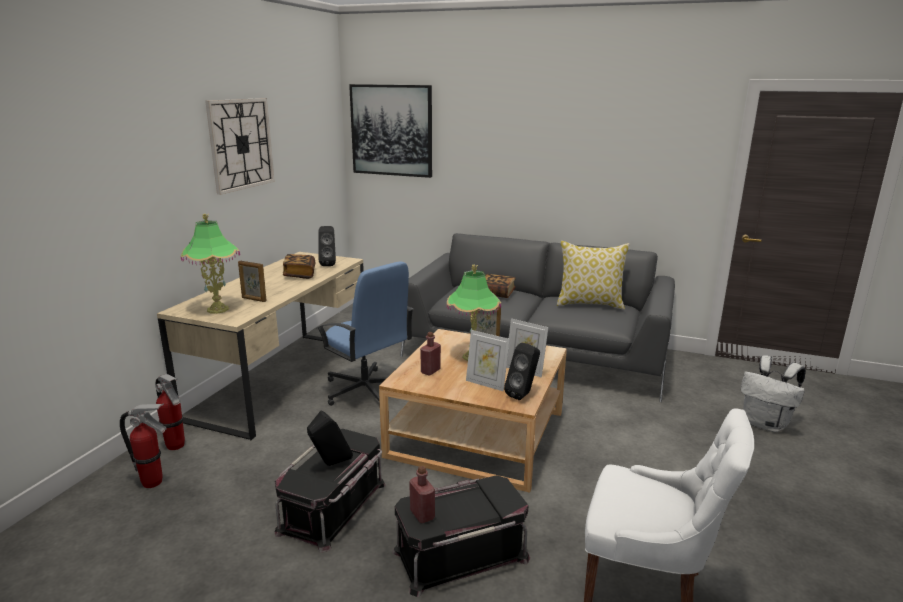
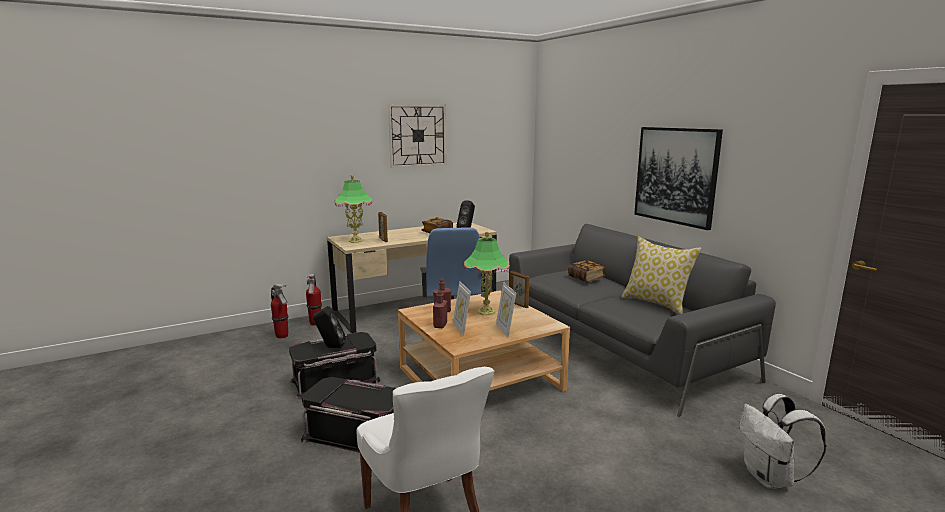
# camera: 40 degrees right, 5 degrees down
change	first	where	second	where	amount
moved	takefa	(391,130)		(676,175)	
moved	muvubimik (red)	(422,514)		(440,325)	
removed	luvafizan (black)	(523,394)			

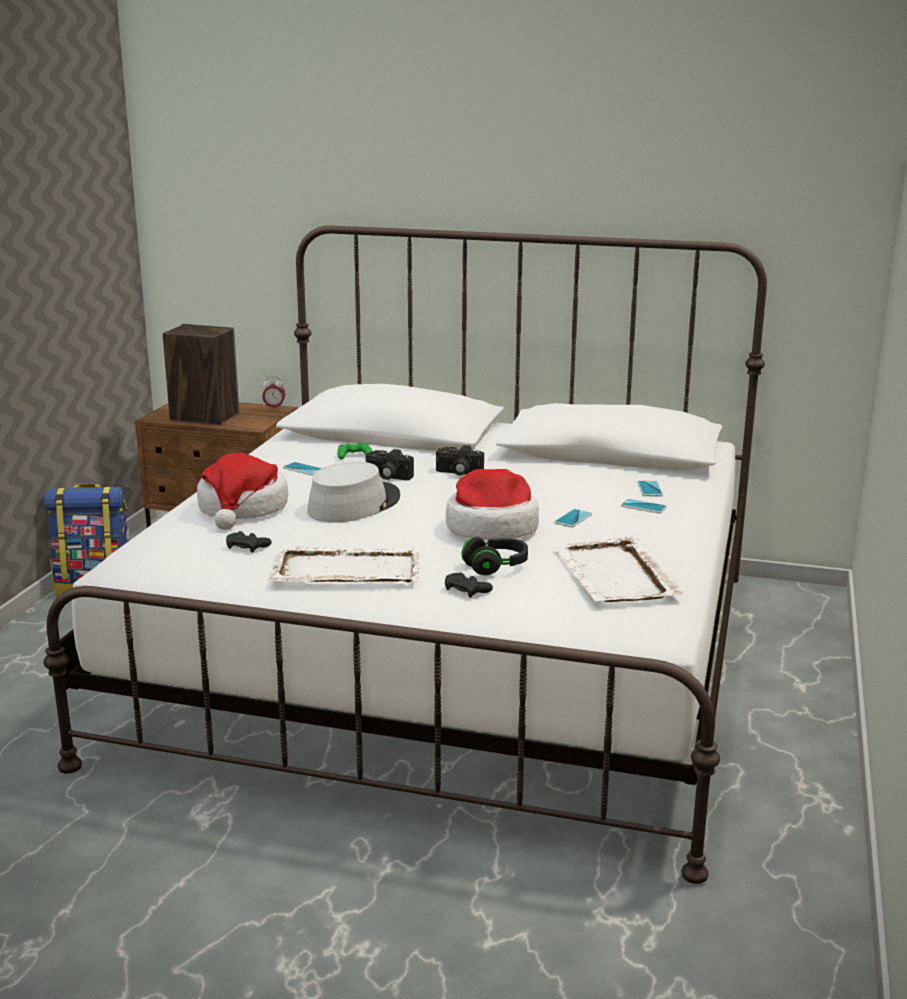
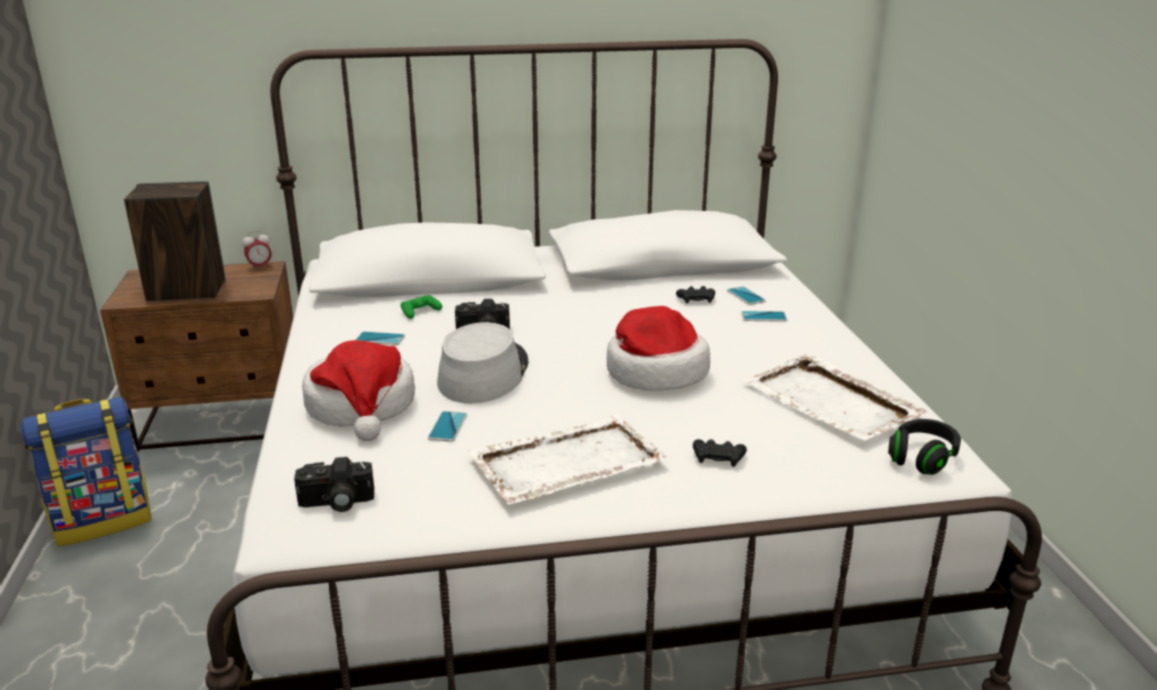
# camera: 25 degrees left, 5 degrees up
change	first	where	second	where	amount
moved	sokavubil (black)	(247,547)		(696,299)	
moved	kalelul	(458,473)		(336,503)	
moved	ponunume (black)	(496,567)		(922,458)	
moved	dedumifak	(573,519)		(448,427)	

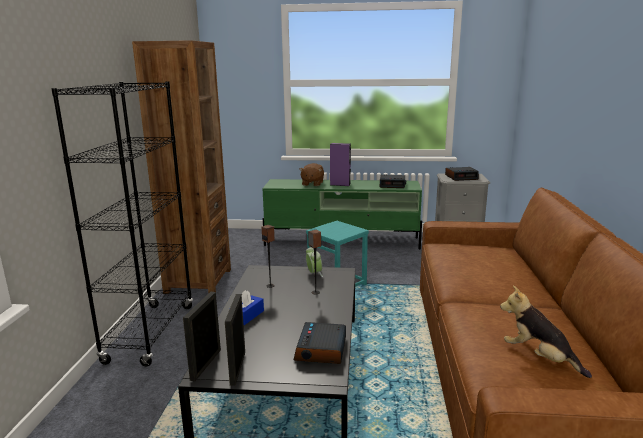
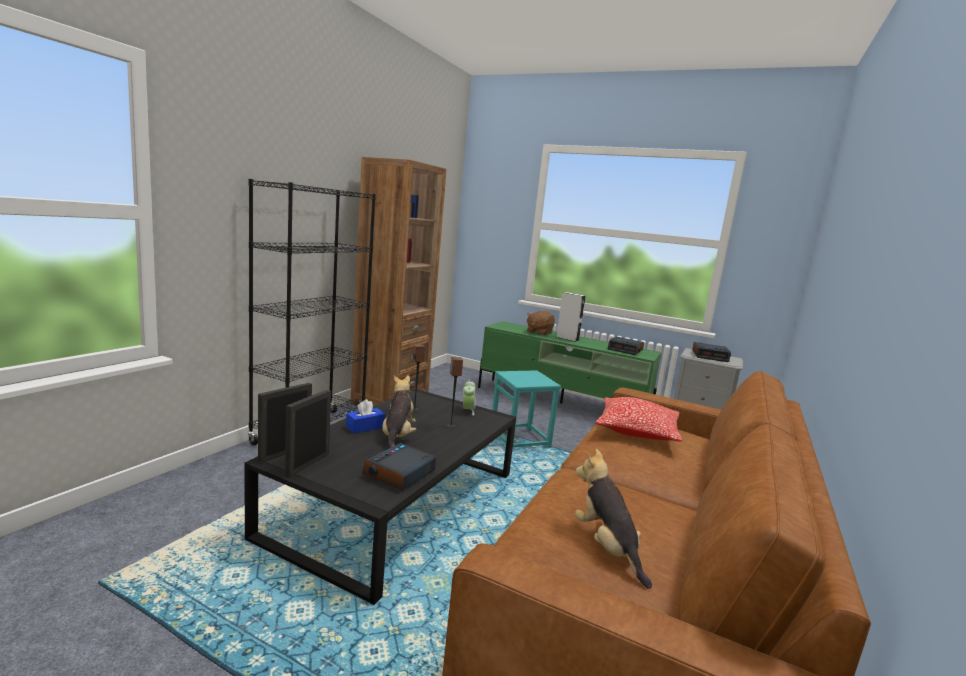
# camera: 20 degrees right, 5 degrees down
change	first	where	second	where	amount
recoloured	luvafizan (purple)	(340,184)	luvafizan (grey)	(567,338)	
added			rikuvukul	(397,436)	
added			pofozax	(637,431)	

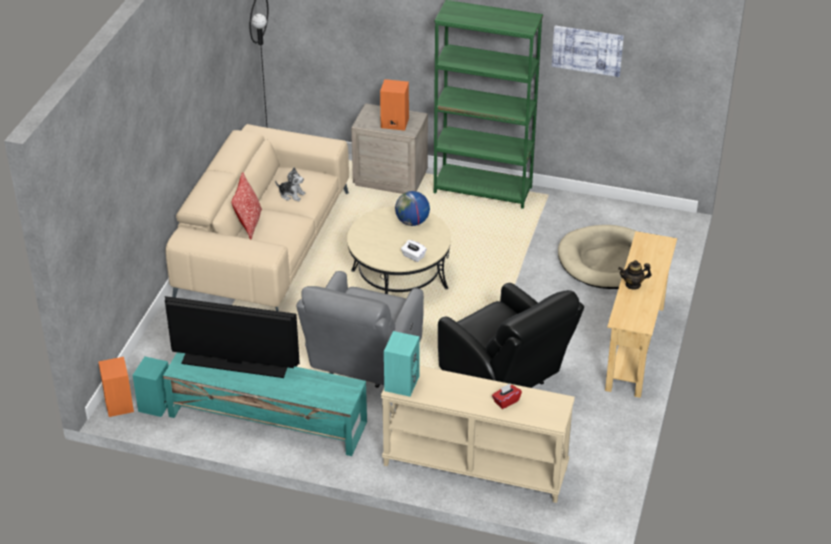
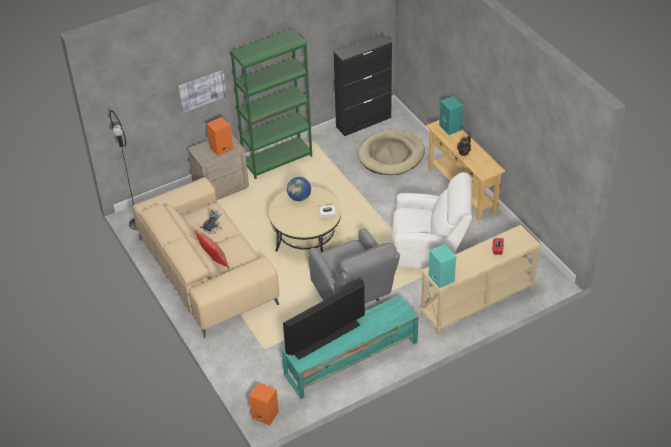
# camera: 45 degrees left, 5 degrees up
change	first	where	second	where	amount
moved	luvafizan (turquoise)	(156,405)		(451,127)	
recoloured	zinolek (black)	(505,379)	zinolek (white)	(429,249)	
moved	takefa	(587,50)		(202,90)	
added			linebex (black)	(364,122)	

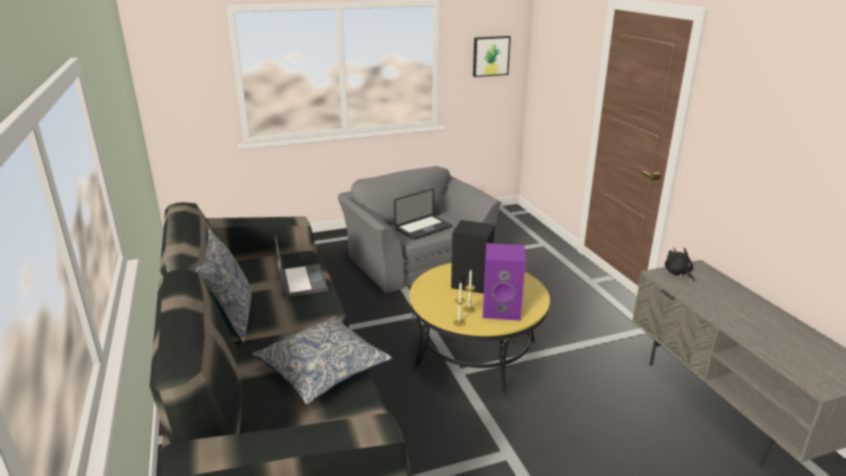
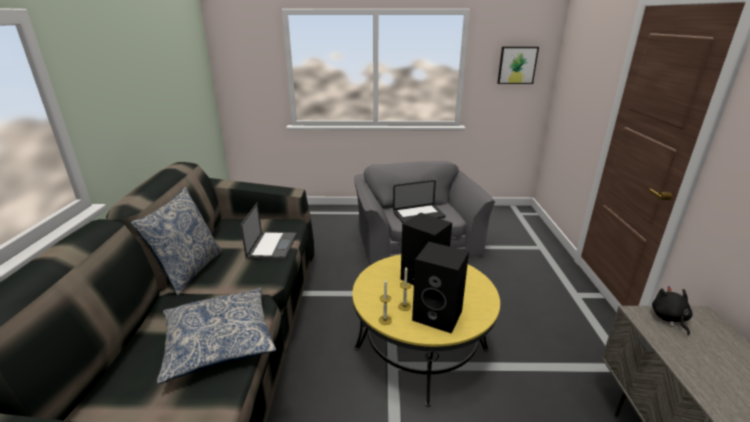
# camera: 20 degrees right, 0 degrees up
change	first	where	second	where	amount
recoloured	luvafizan (purple)	(502,309)	luvafizan (black)	(438,315)	

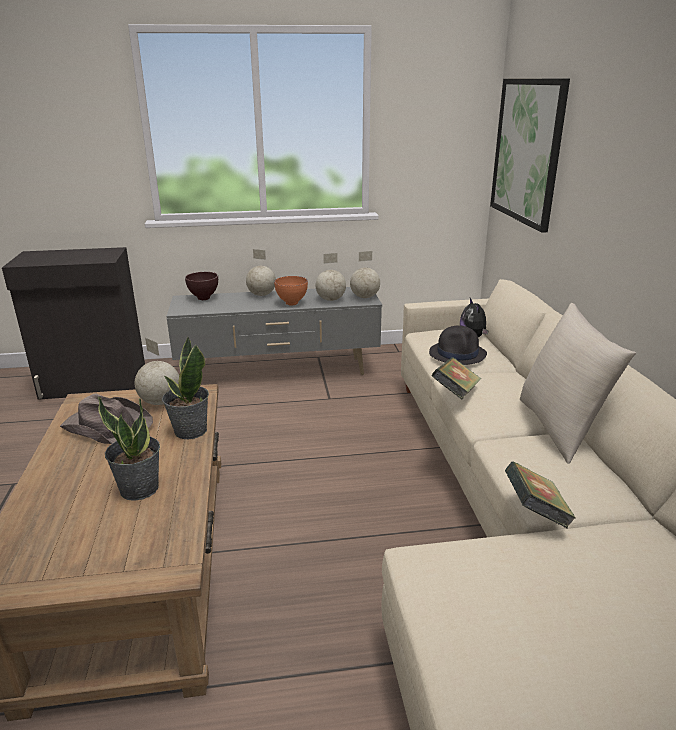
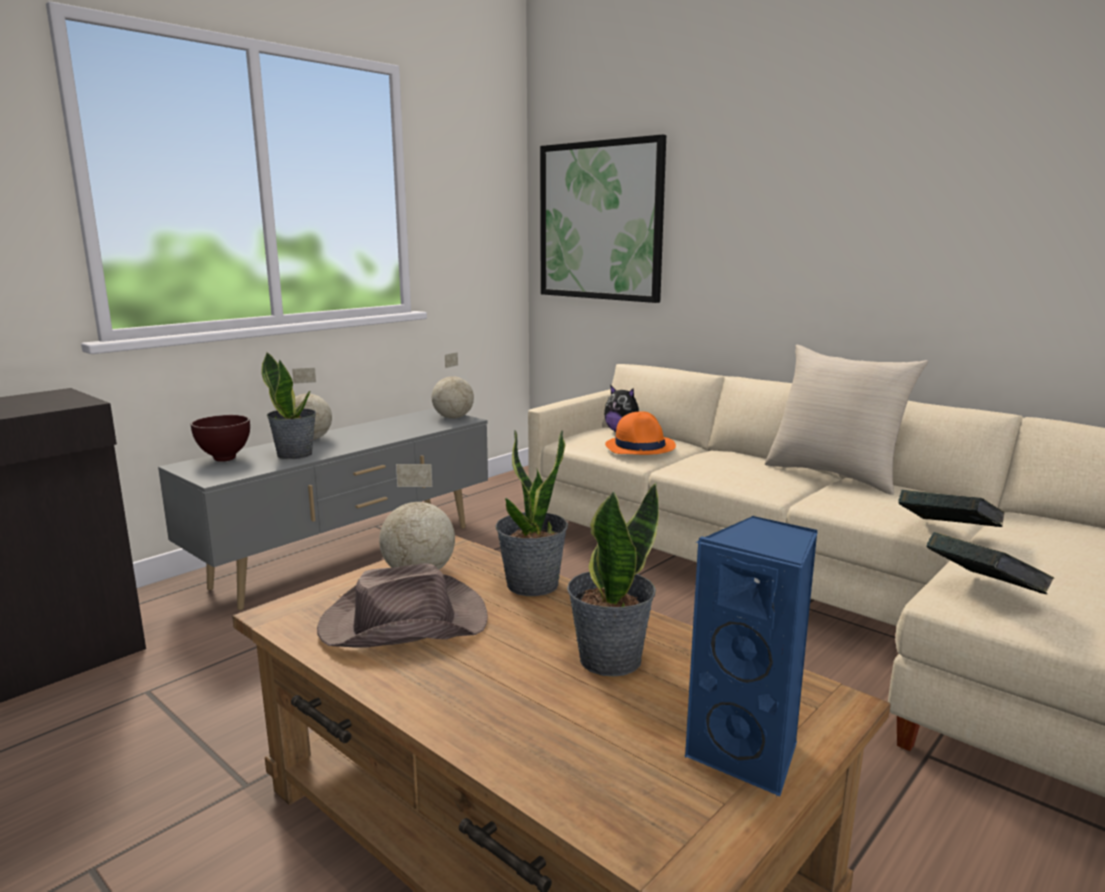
# camera: 40 degrees left, 10 degrees down
change	first	where	second	where	amount
removed	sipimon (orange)	(292,304)			
removed	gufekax	(330,299)			
recoloured	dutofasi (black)	(458,354)	dutofasi (orange)	(640,446)	
moved	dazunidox	(455,393)		(982,591)	
added			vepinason	(295,454)	
added			luvafizan (blue)	(749,754)	

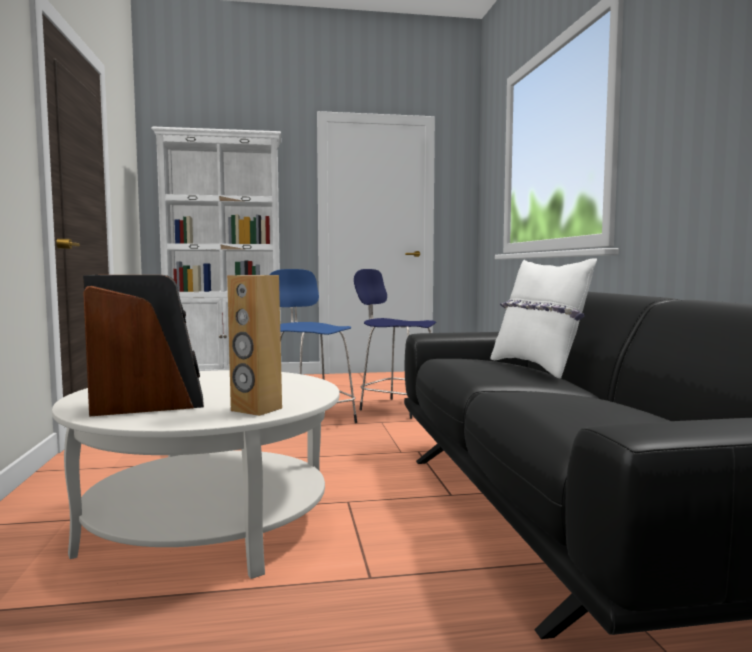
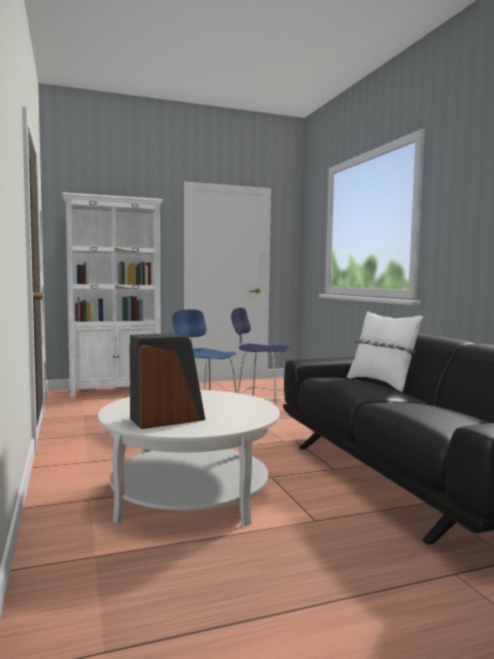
# camera: 10 degrees left, 0 degrees up
change	first	where	second	where	amount
removed	luvafizan (brown)	(256,409)			

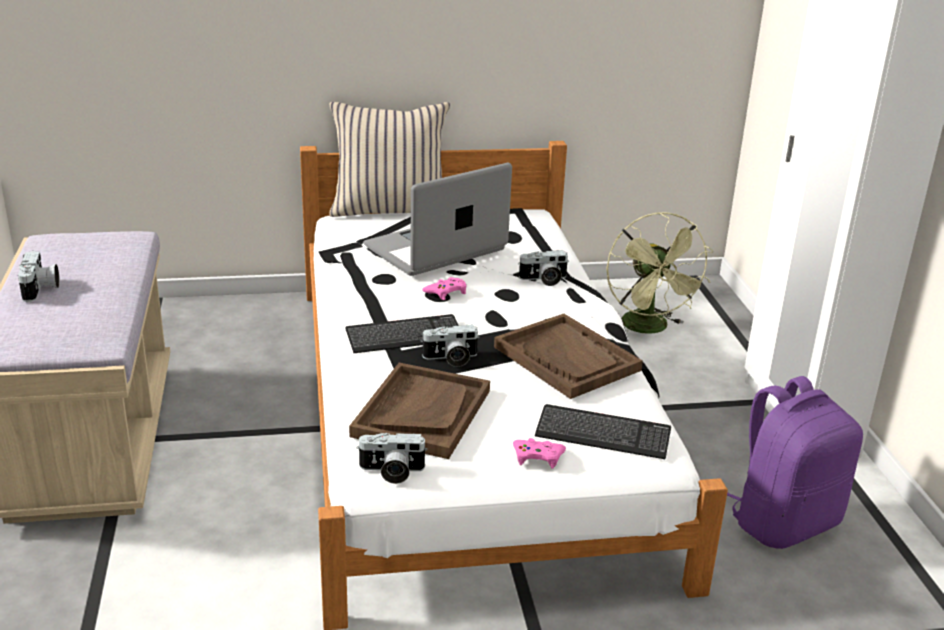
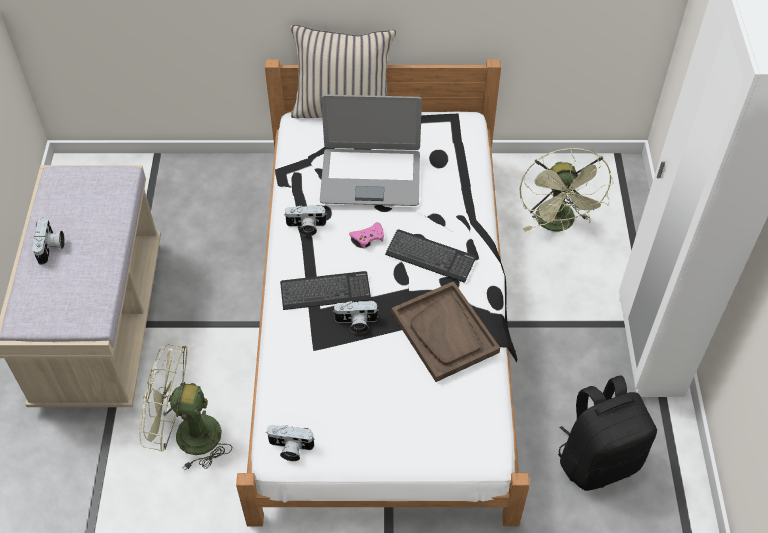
# camera: 10 degrees right, 25 degrees up
change	first	where	second	where	amount
removed	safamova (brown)	(422,413)			
turned	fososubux	(436,249)		(370,177)	150 degrees counterclockwise
removed	sokavubil (pink)	(538,457)			
moved	kalelul	(544,280)		(306,227)	
moved	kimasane	(602,434)		(430,257)	
recoloured	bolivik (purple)	(783,521)	bolivik (black)	(598,459)	
added			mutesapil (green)	(187,436)	

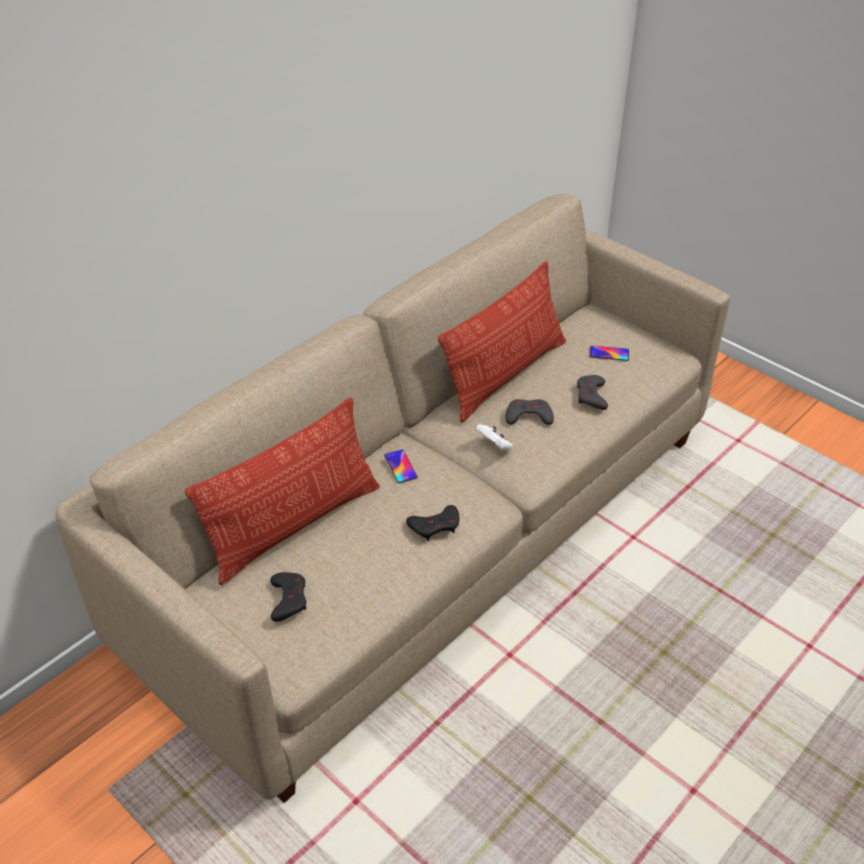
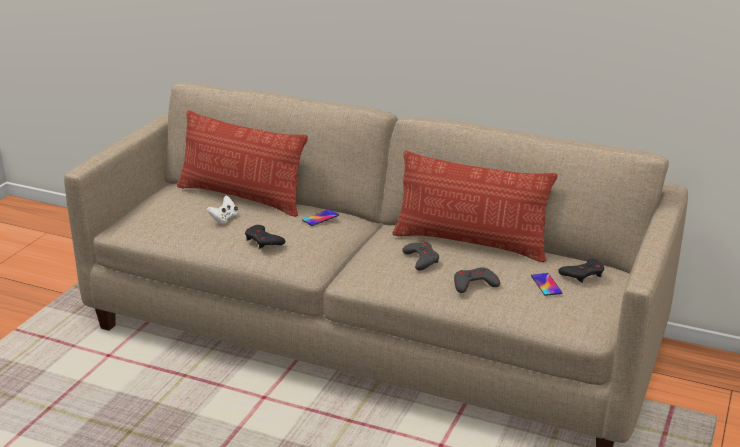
# camera: 70 degrees right, 15 degrees down
change	first	where	second	where	amount
moved	sokavubil (black)	(288,599)		(583,274)	
moved	sokavubil (white)	(495,446)		(224,219)	

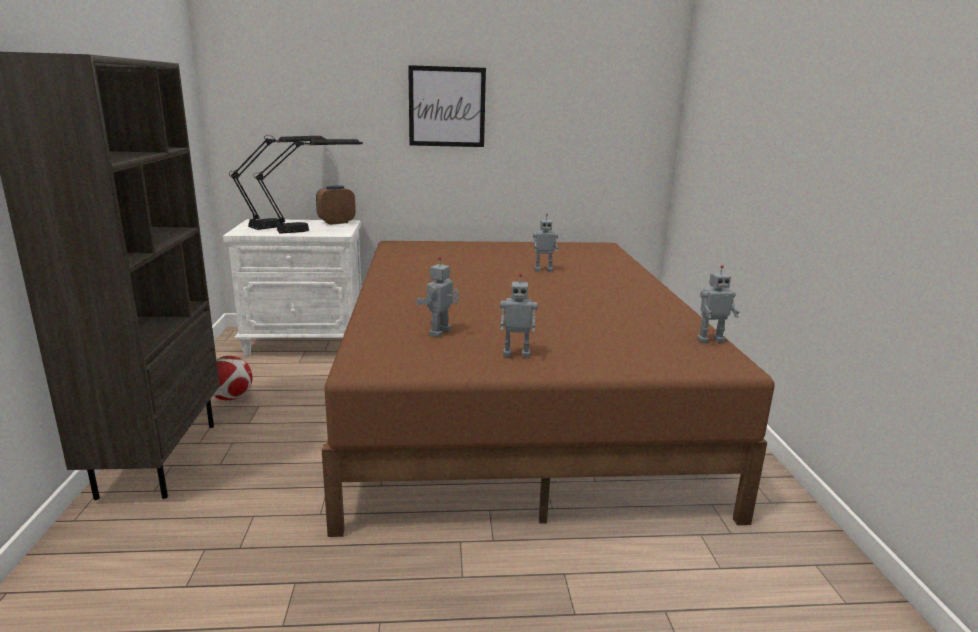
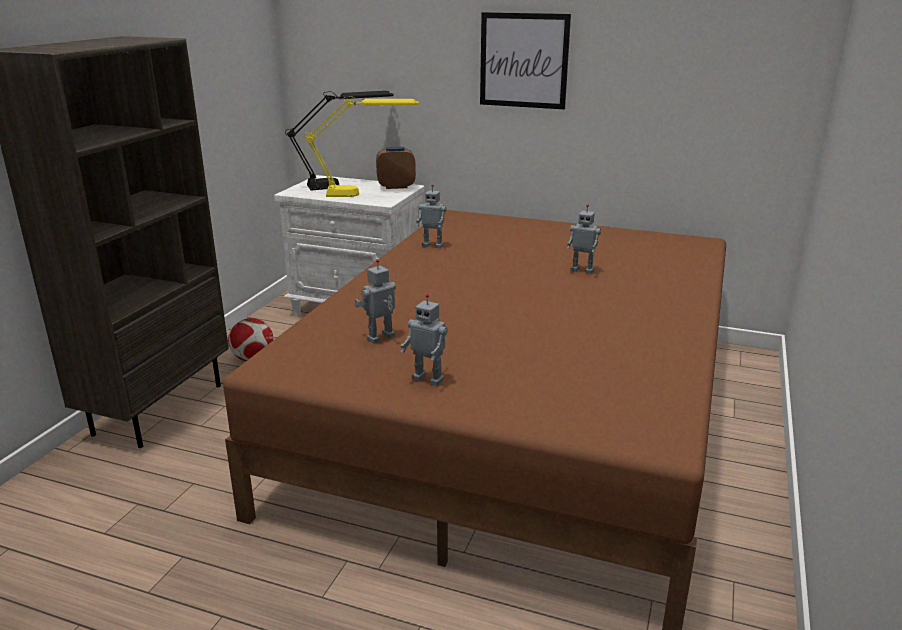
# camera: 25 degrees right, 5 degrees up
change	first	where	second	where	amount
recoloured	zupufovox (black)	(314,229)	zupufovox (yellow)	(364,194)	
moved	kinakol	(709,340)		(433,245)	

